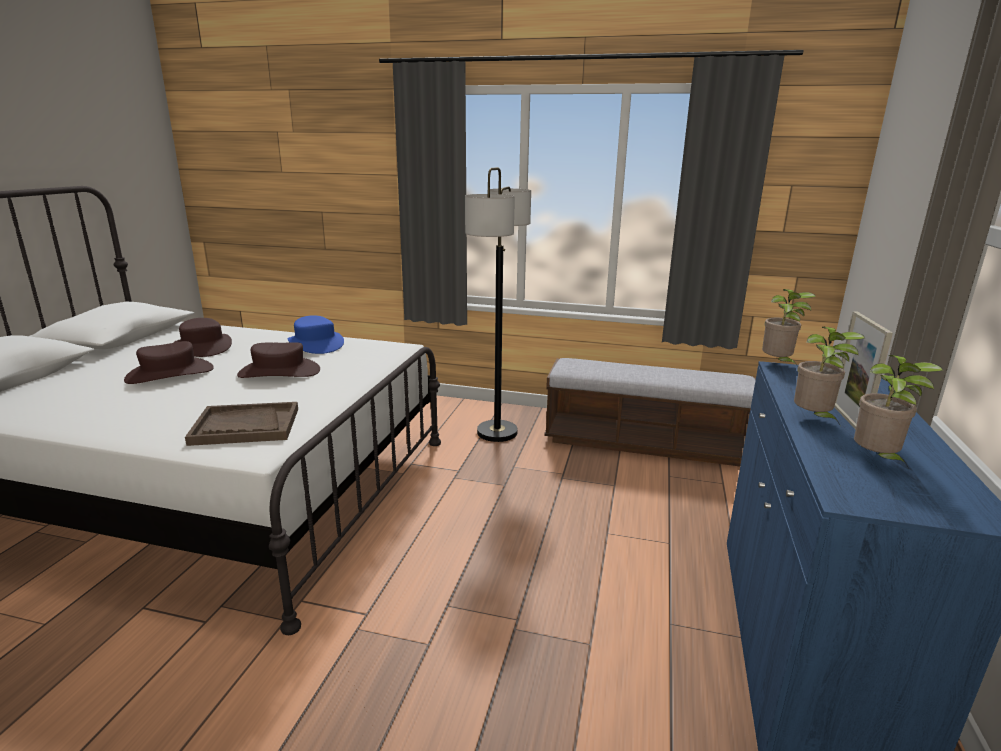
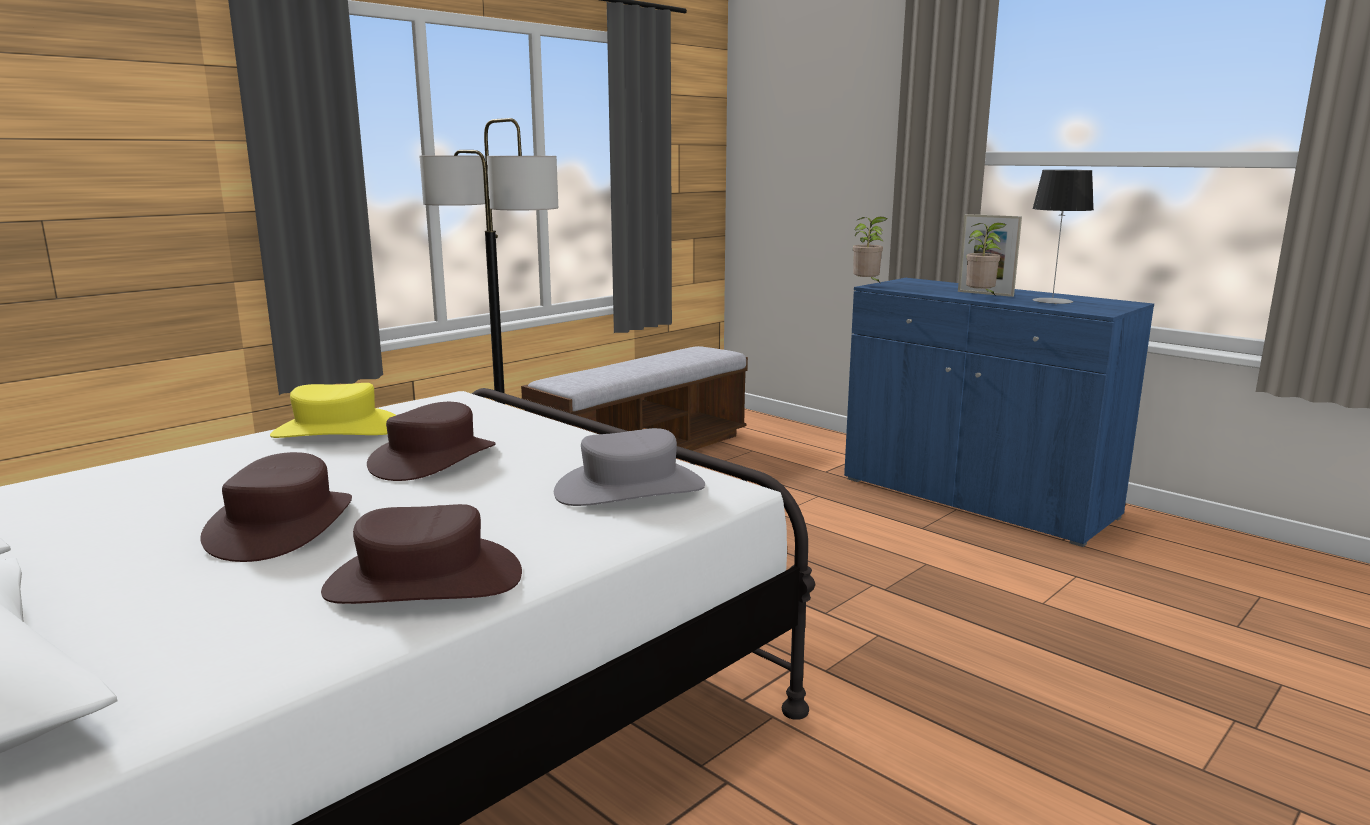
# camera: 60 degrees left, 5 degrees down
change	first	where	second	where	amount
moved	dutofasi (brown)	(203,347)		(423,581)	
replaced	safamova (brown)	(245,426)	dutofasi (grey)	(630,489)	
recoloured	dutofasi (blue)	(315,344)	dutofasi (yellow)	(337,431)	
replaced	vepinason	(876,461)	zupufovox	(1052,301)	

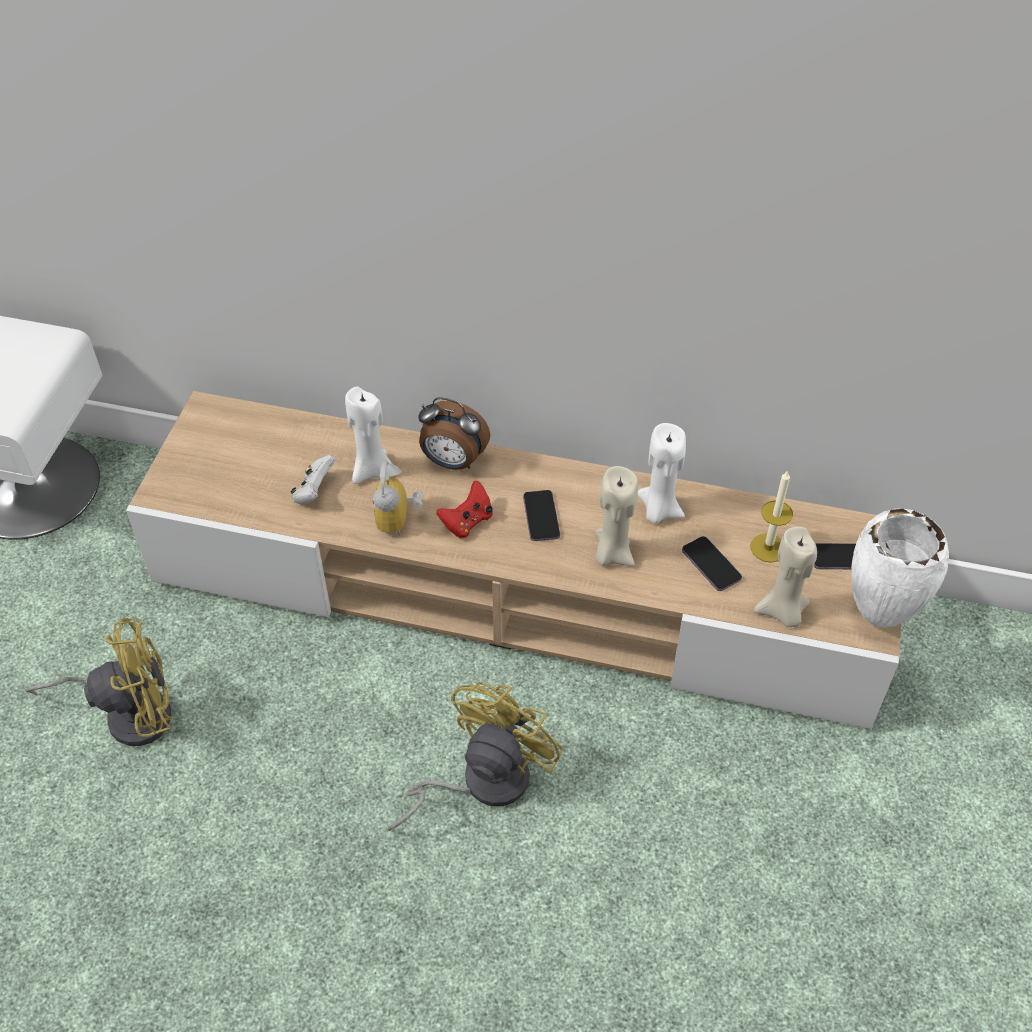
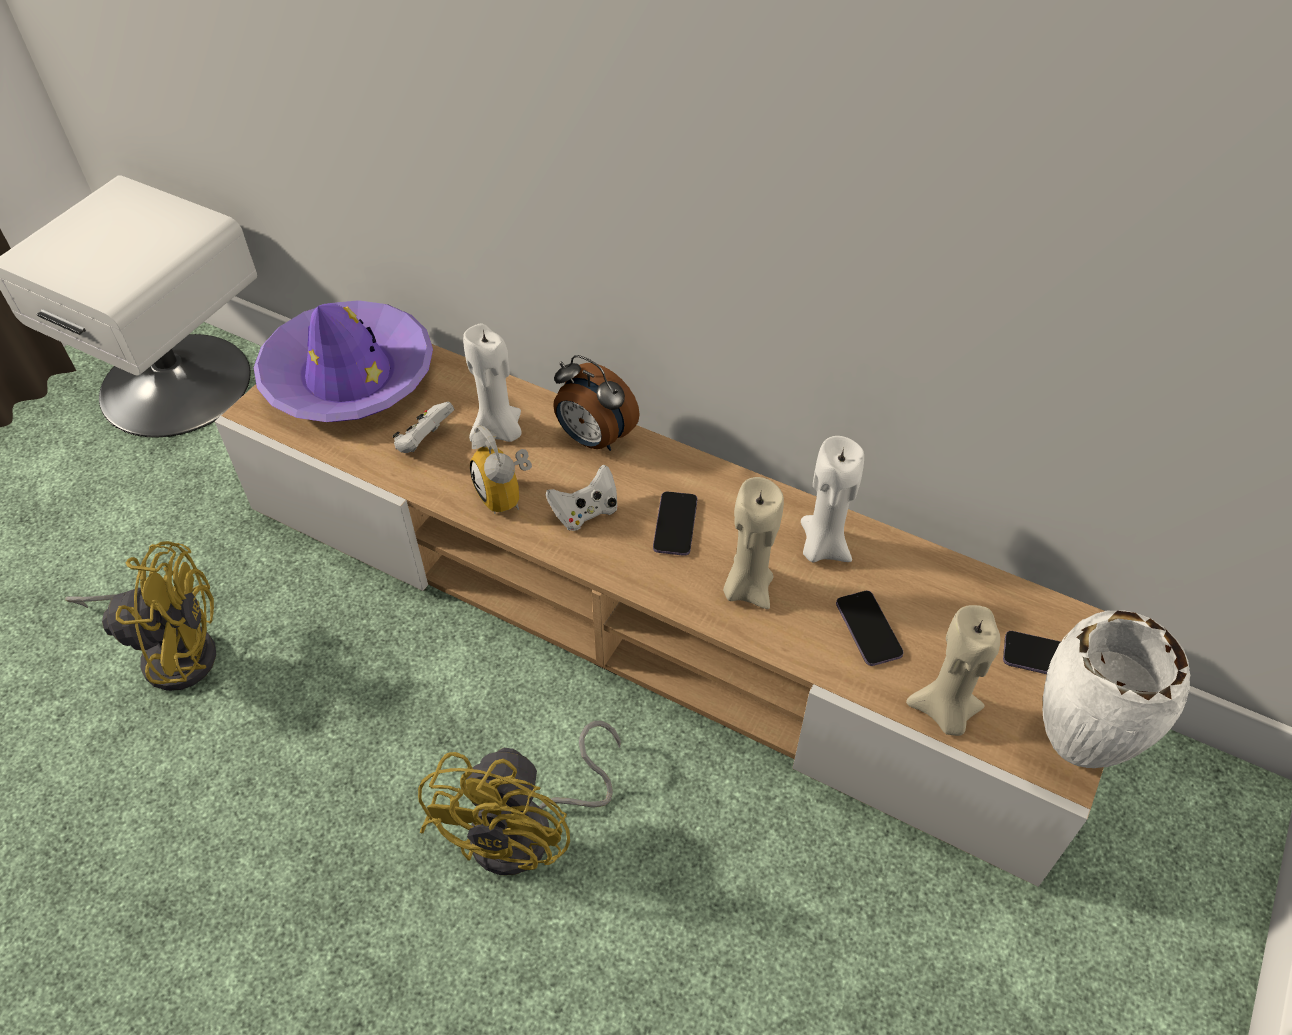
# camera: 15 degrees right, 0 degrees up
change	first	where	second	where	amount
turned	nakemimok	(399,521)		(507,495)	45 degrees counterclockwise
turned	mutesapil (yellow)	(481,782)		(529,830)	150 degrees clockwise
recoloured	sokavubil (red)	(467,522)	sokavubil (white)	(585,512)	
removed	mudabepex	(768,548)			
added			dutofasi (purple)	(348,376)	

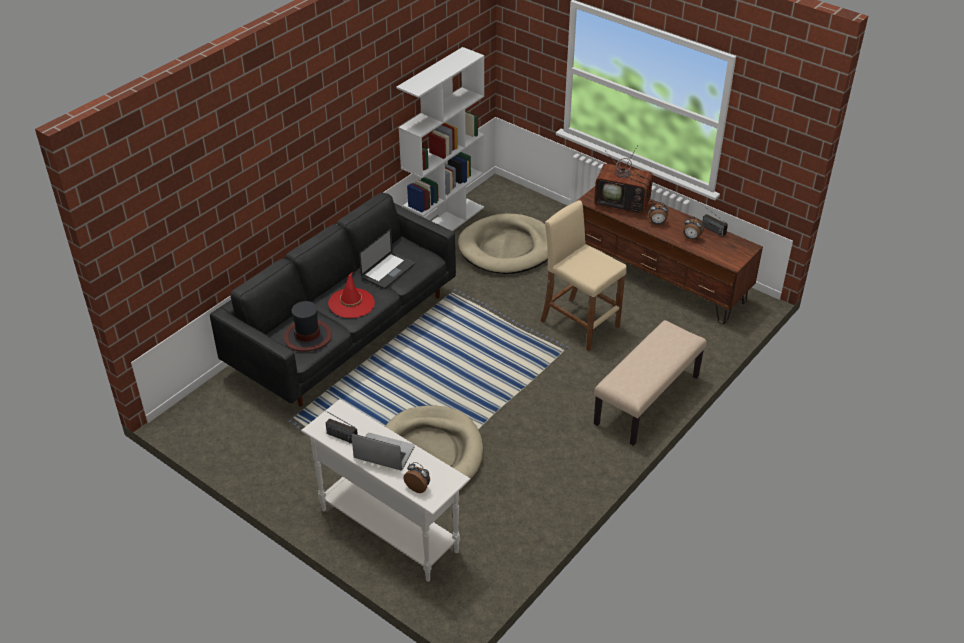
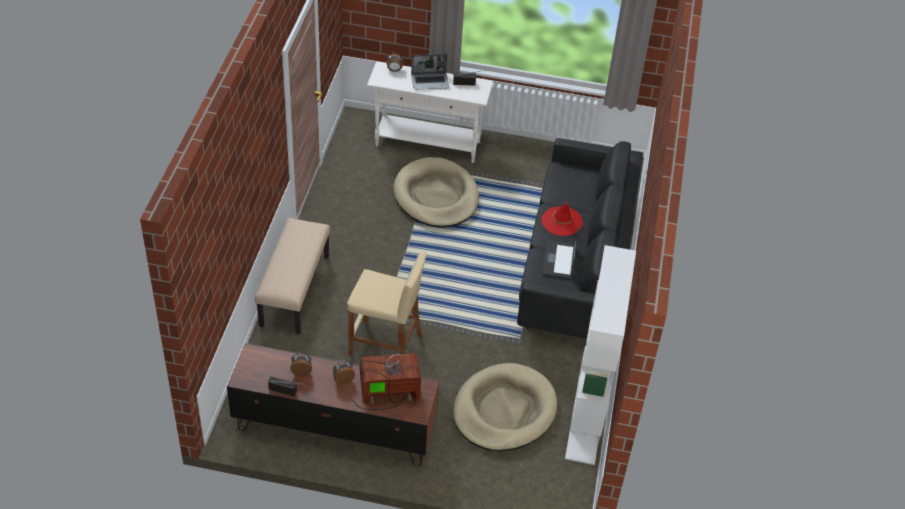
# camera: 150 degrees right, 5 degrees up
change	first	where	second	where	amount
removed	dutofasi	(308,336)			

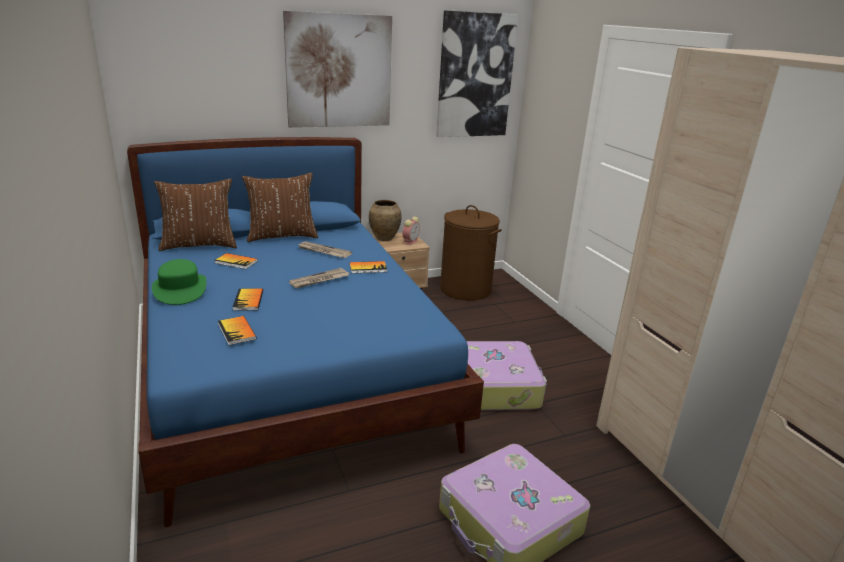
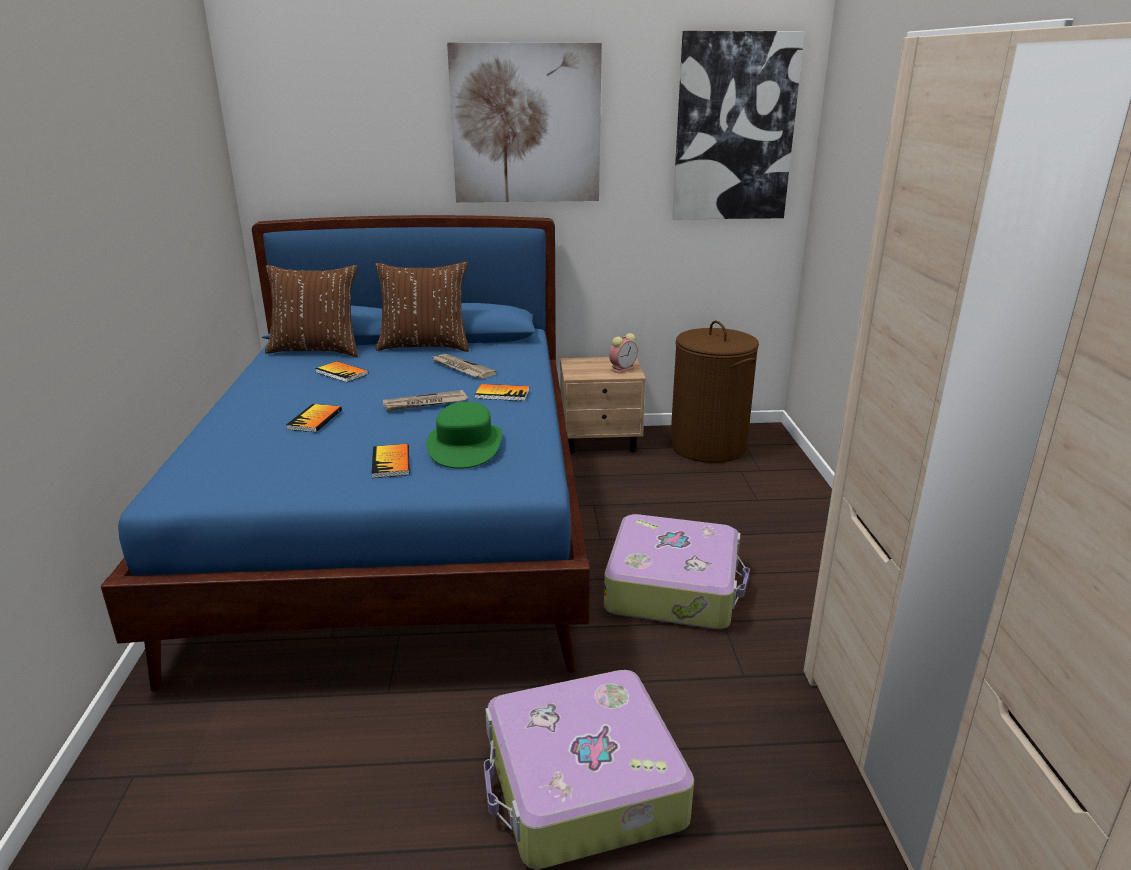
# camera: 20 degrees right, 0 degrees up
change	first	where	second	where	amount
moved	dutofasi (green)	(180,289)		(465,446)	
moved	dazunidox	(237,331)		(391,462)	
removed	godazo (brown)	(384,238)			

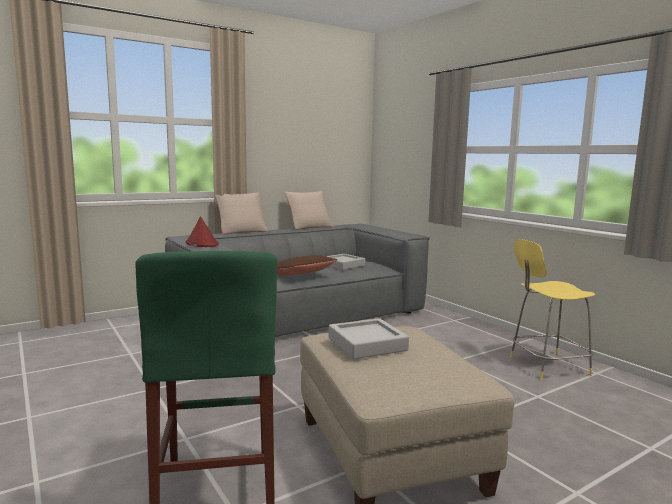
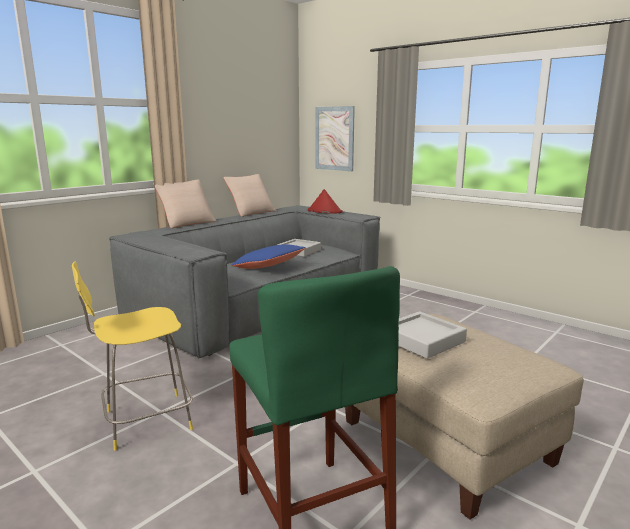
# camera: 15 degrees left, 5 degrees up
change	first	where	second	where	amount
moved	dutofasi (red)	(201,244)		(324,211)	
recoloured	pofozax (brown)	(301,276)	pofozax (blue)	(268,267)	
moved	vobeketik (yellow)	(546,366)		(144,421)	
added			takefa	(334,138)	

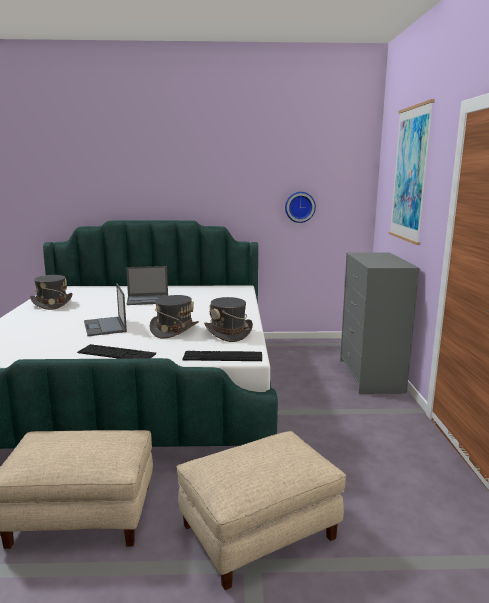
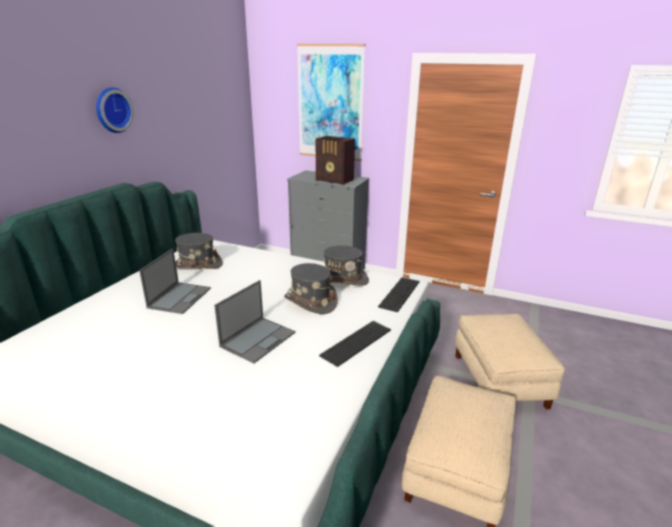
# camera: 65 degrees left, 10 degrees up
change	first	where	second	where	amount
moved	dutofasi (grey)	(52,303)		(197,265)	
turned	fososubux	(105,327)		(258,339)	60 degrees counterclockwise
moved	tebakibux	(299,207)		(112,110)	
added			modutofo	(335,180)	

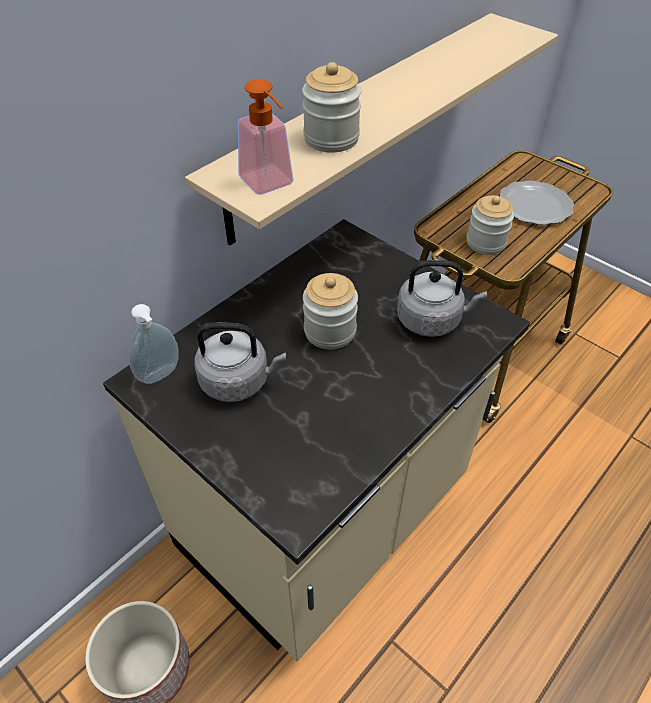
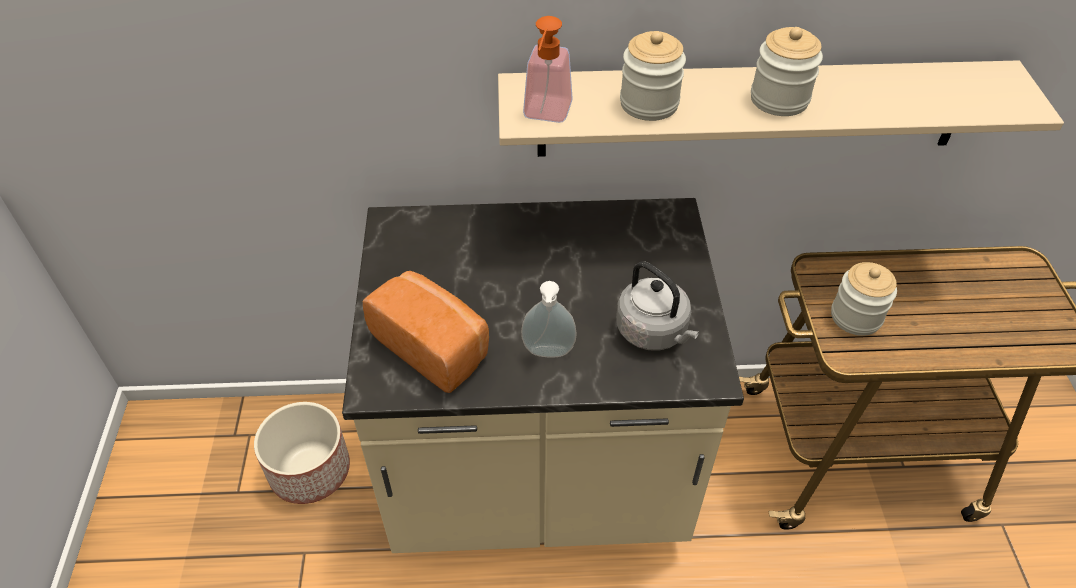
# camera: 45 degrees right, 0 degrees up
change	first	where	second	where	amount
moved	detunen	(161,375)		(548,353)	
removed	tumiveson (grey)	(238,381)			
moved	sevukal	(330,331)		(779,99)	
removed	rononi	(535,206)			
added			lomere	(433,345)	

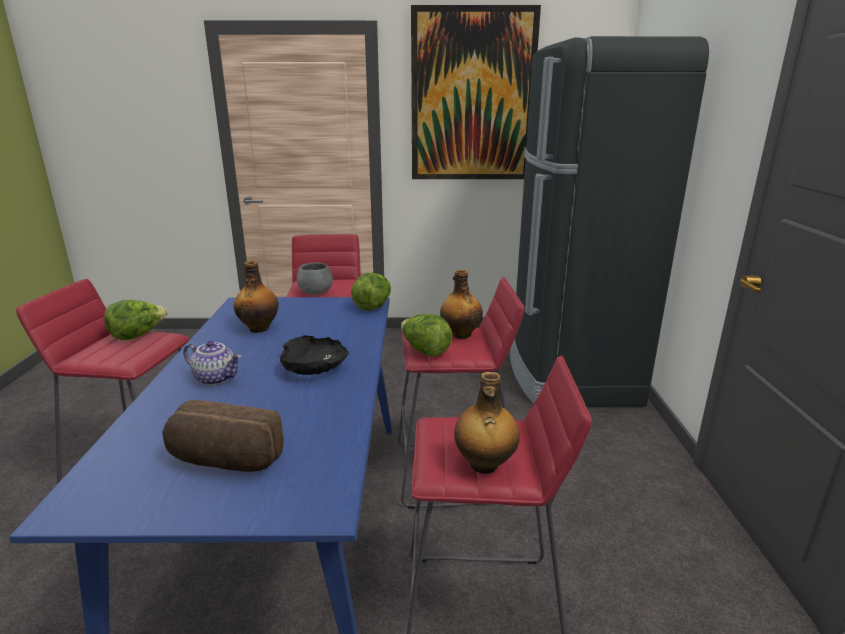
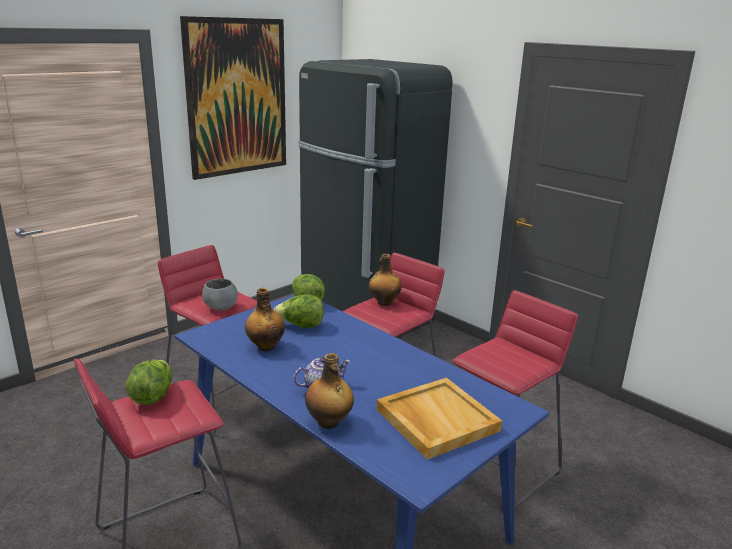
# camera: 45 degrees left, 0 degrees up
change	first	where	second	where	amount
replaced	lomere	(224,461)	safamova (beige)	(436,420)	
removed	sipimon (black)	(313,366)			
moved	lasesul	(425,351)		(300,326)	
moved	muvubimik	(484,465)		(329,422)	

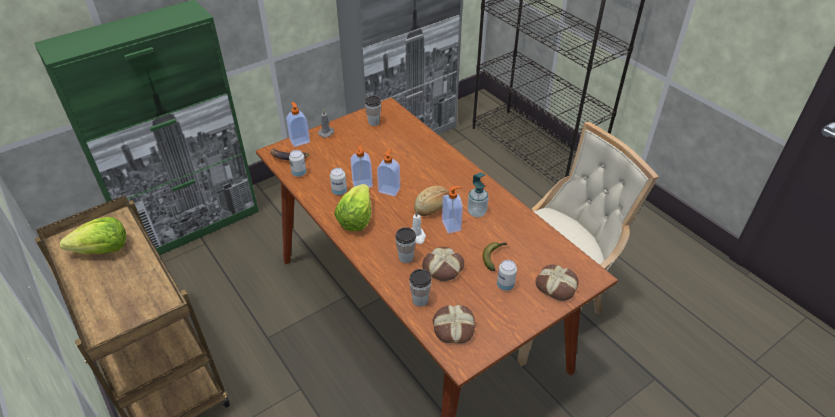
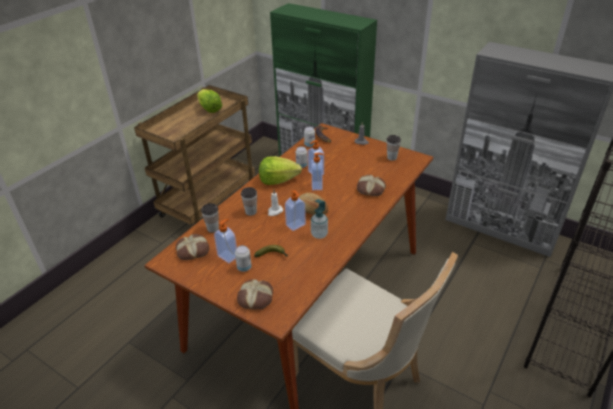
# camera: 70 degrees right, 5 degrees down
change	first	where	second	where	amount
moved	detunen	(299,141)		(228,256)	
moved	lomere	(443,268)		(370,189)	

